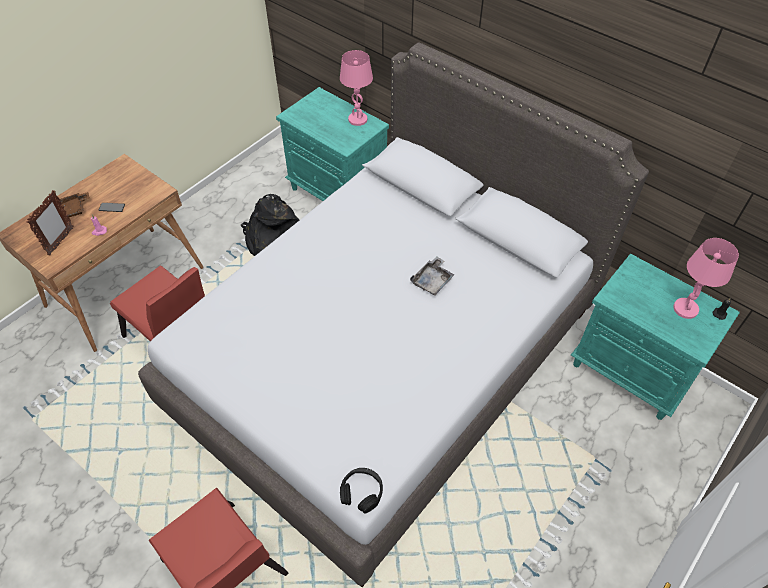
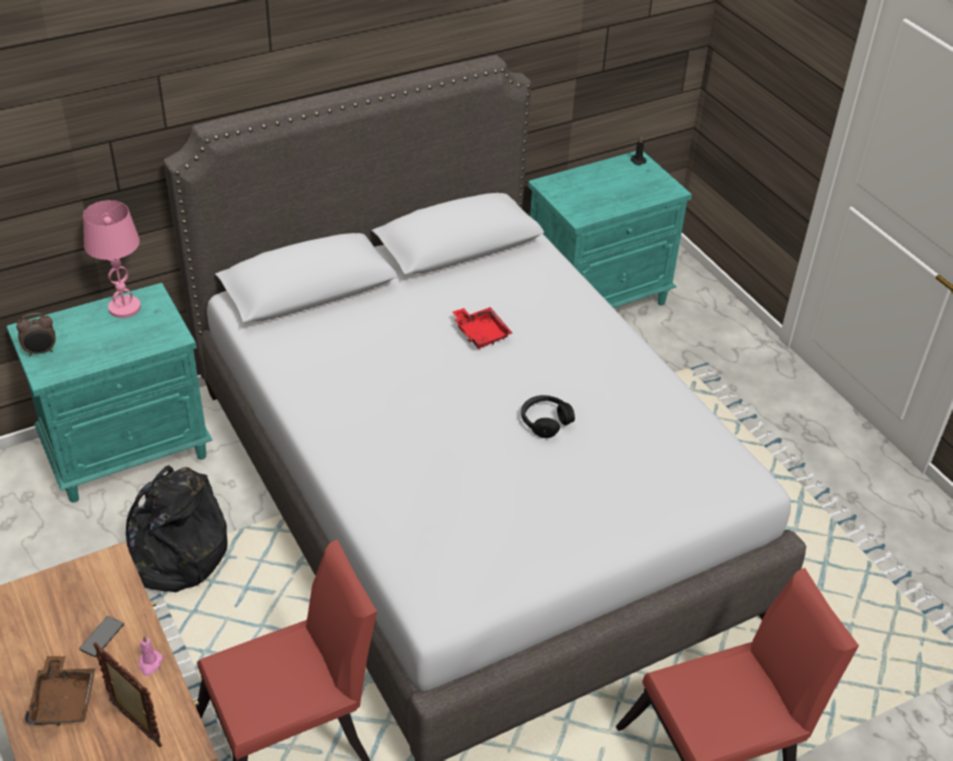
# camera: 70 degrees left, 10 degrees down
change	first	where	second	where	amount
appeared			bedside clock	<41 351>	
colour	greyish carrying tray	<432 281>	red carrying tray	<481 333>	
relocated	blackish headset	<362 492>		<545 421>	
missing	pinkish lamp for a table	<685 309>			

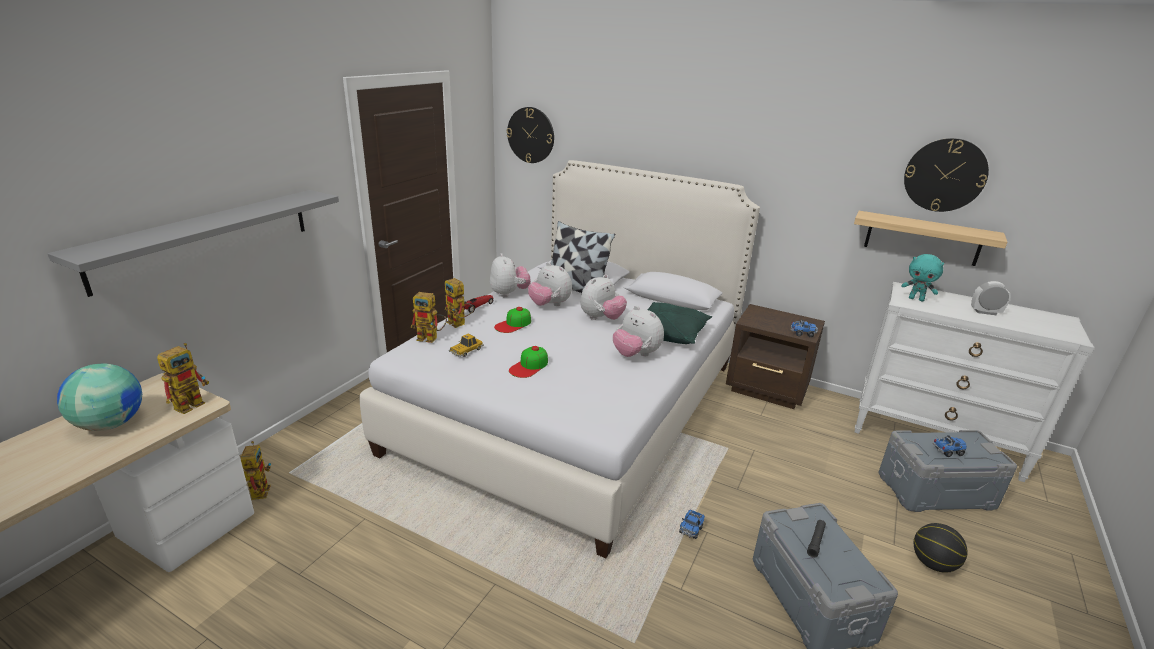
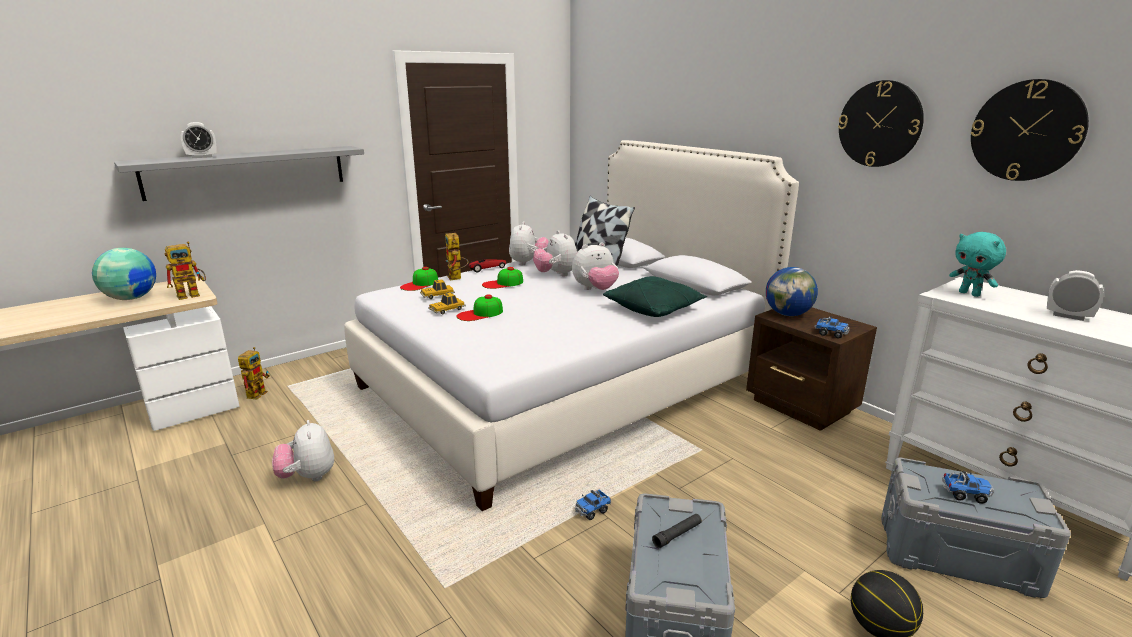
# camera: 25 degrees right, 5 degrees down
change	first	where	second	where	amount
appeared			bedside clock	<202 157>	
relocated	plush toy	<636 355>		<308 477>	
exchanged	toy robot	<431 338>	baseball cap	<420 284>	
appeared			miniature car	<447 310>	
appeared			world globe	<788 314>	
relocated	wall clock	<531 135>		<879 124>	
missing	wall shelf	<922 238>			

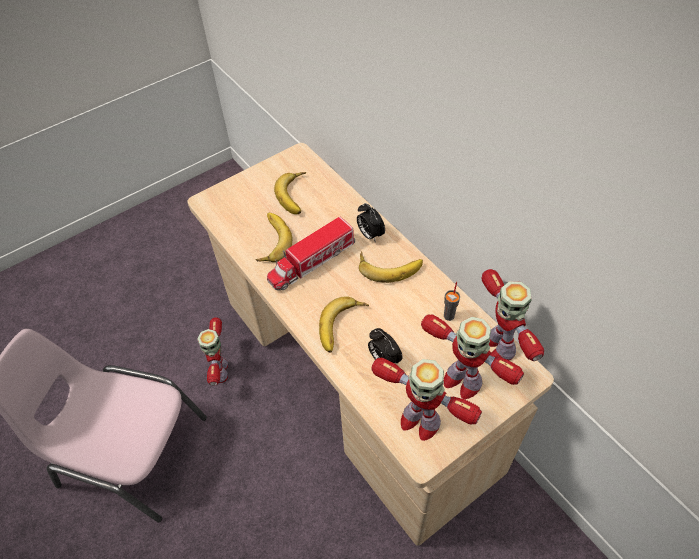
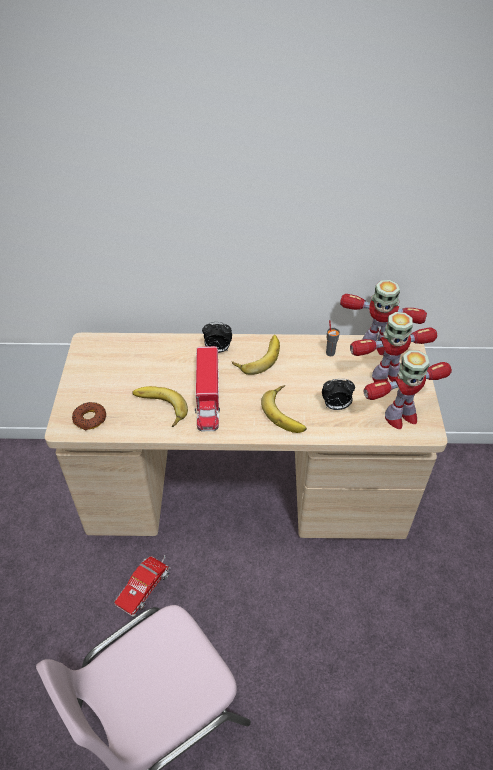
# camera: 55 degrees left, 5 degrees down
change	first	where	second	where	amount
appeared			donut	<90 419>	
exchanged	toy robot	<220 371>	toy lorry	<145 586>	
missing	whole banana	<296 195>			

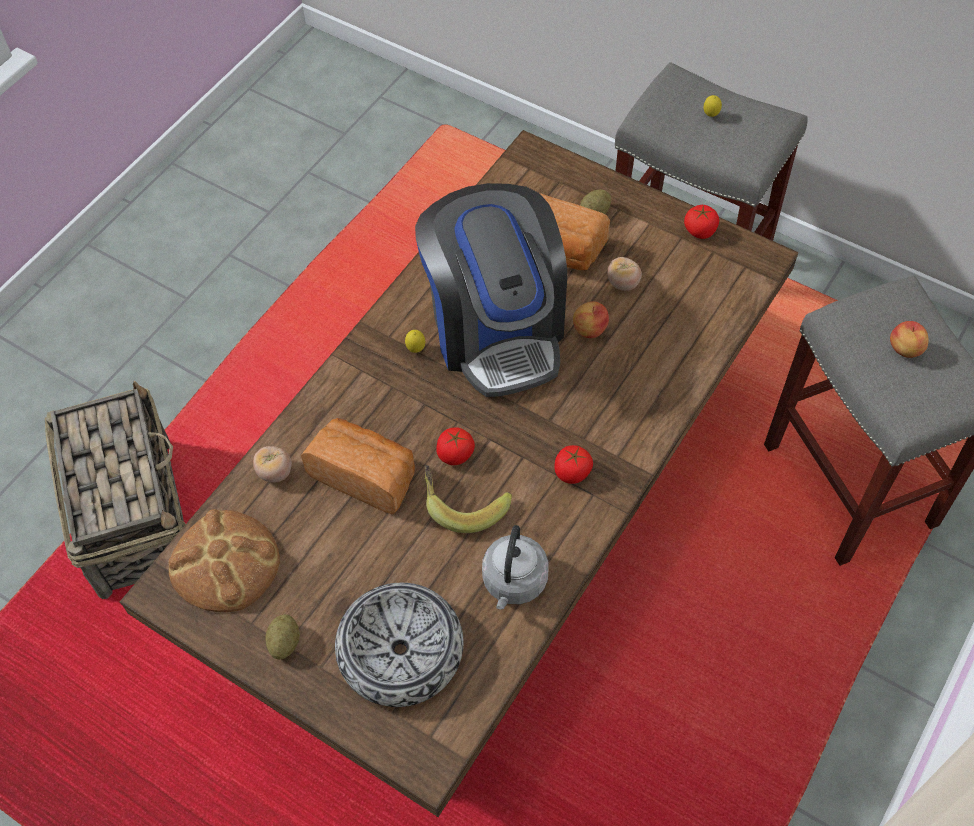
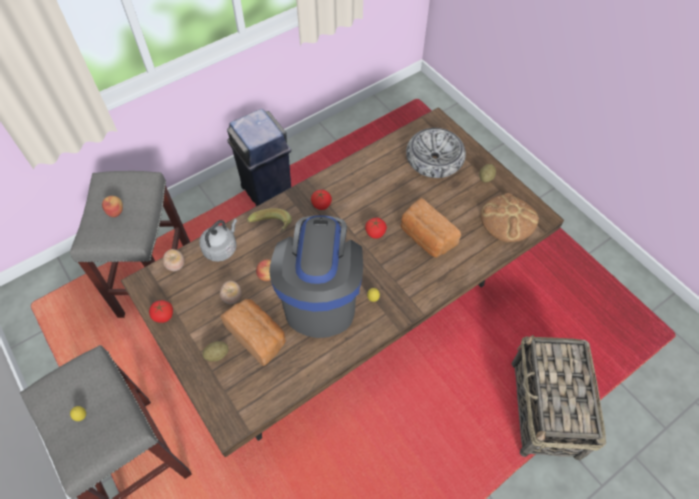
# camera: 160 degrees left, 0 degrees up
change	first	where	second	where	amount
relocated	whole tomato	<275 472>		<176 265>	
relocated	greyish kettle	<514 583>		<221 248>	
appeared			bluish trash can	<267 191>	
relocated	whole banana	<464 504>		<271 229>	

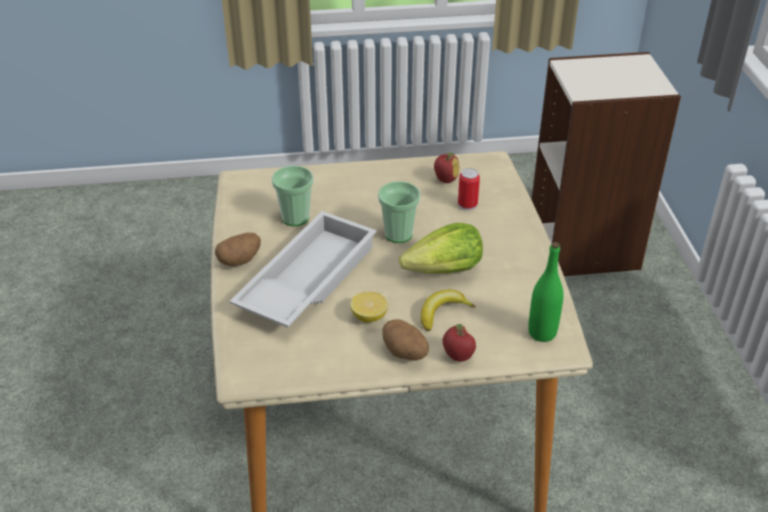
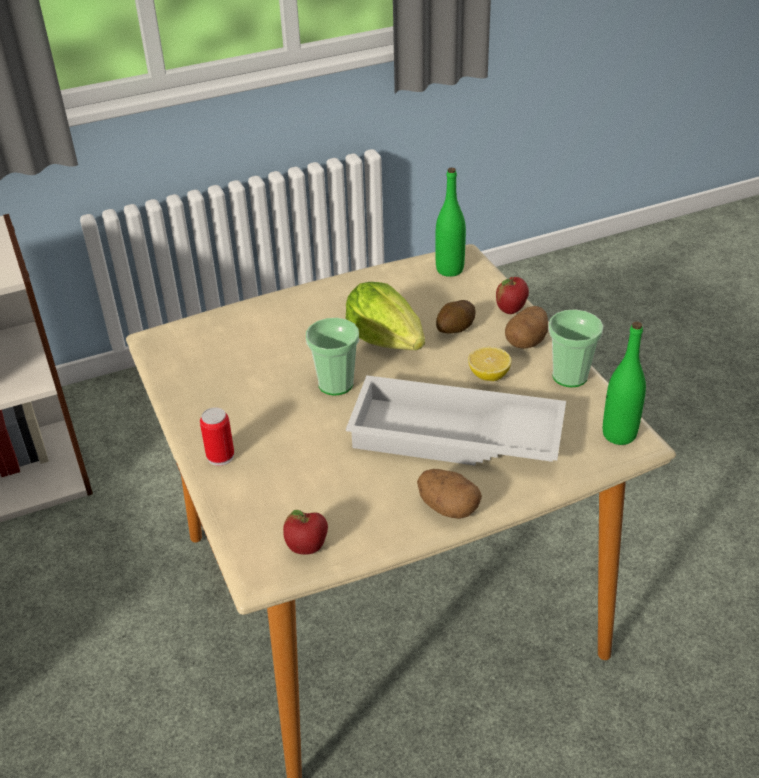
# camera: 105 degrees left, 0 degrees up
change	first	where	second	where	amount
relocated	metal can	<467 205>		<220 456>	
relocated	apple fruit	<445 180>		<307 549>	
exchanged	whole banana	<442 313>	spud	<455 329>	
relocated	cup	<295 218>		<570 376>	
appeared			greenish bottle	<619 434>	

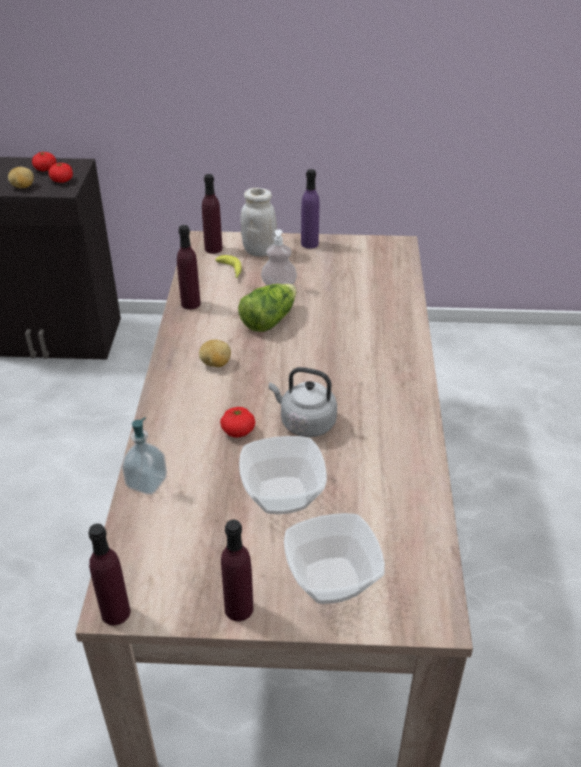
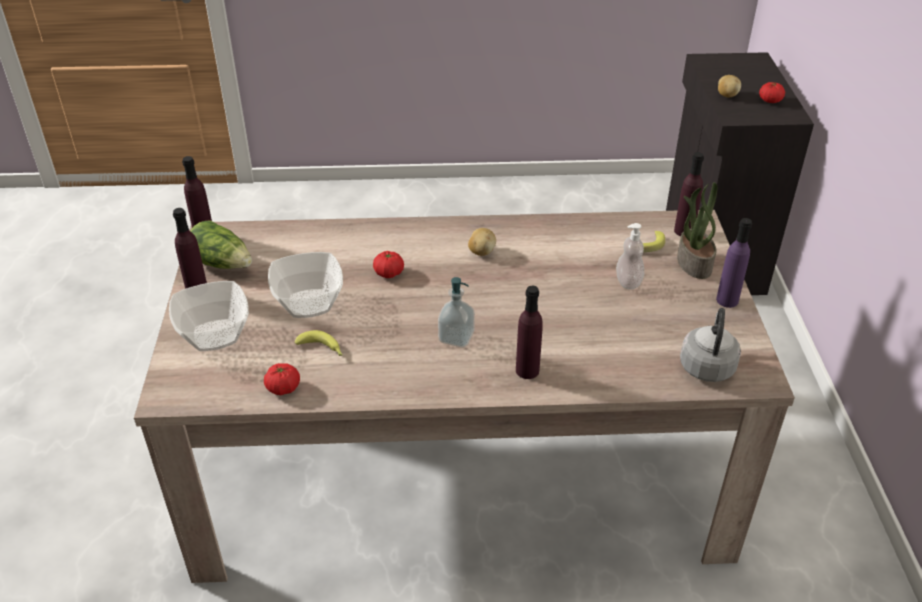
# camera: 85 degrees right, 0 degrees up
change	first	where	second	where	amount
relocated	lettuce head	<268 320>		<223 263>	
relocated	whole tomato	<62 180>		<283 388>	
appeared			whole banana	<322 349>	
relocated	soap bottle	<146 482>		<456 337>	
relocated	purplish bottle	<190 303>		<527 370>	
exchanged	whitish storage jar	<259 251>	houseplant	<693 263>	
relocated	greyish kettle	<305 423>		<707 365>	

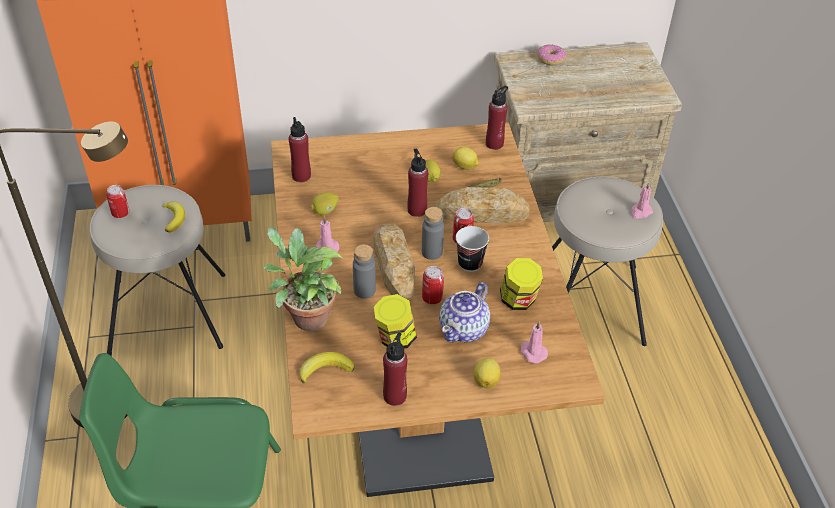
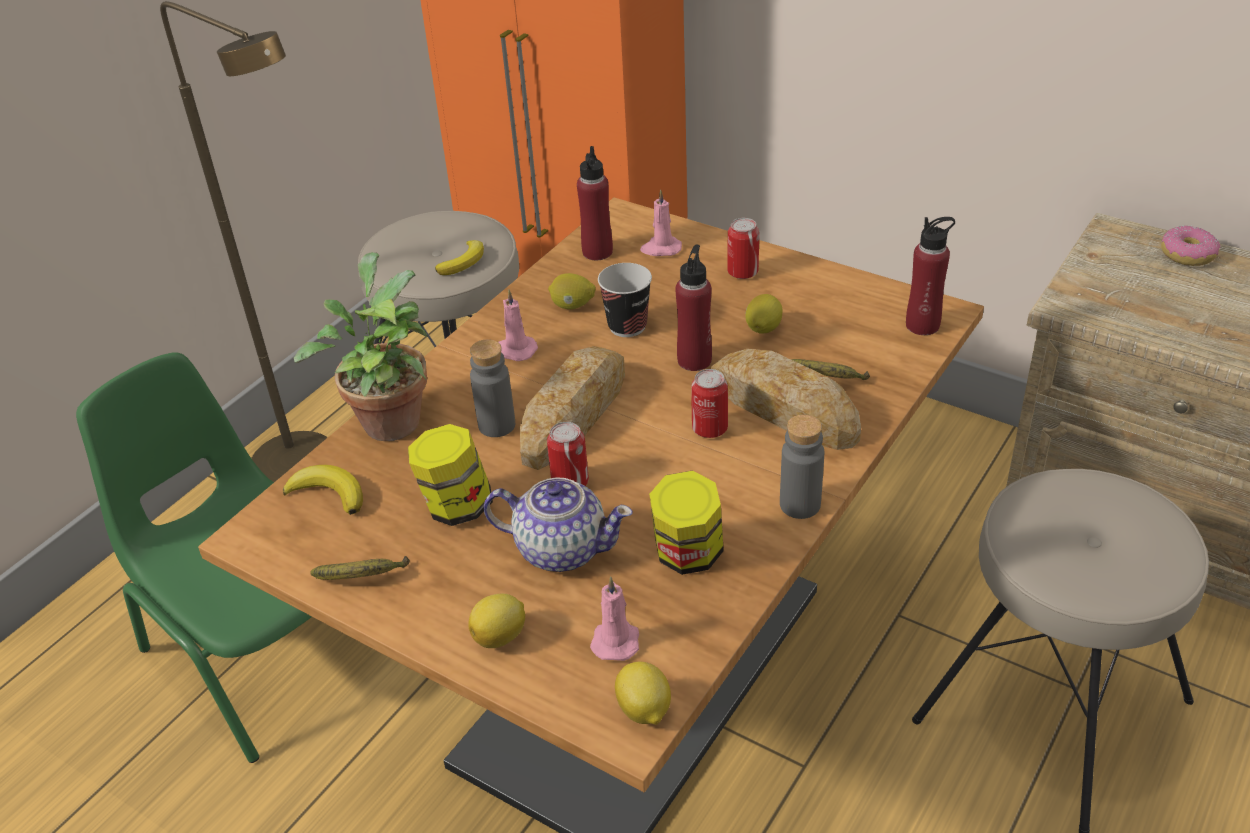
# camera: 45 degrees right, 5 degrees down
change	first	where	second	where	amount
exchanged	red bottle	<395 396>	whole banana	<362 578>	
spun	pot for tea	<464 329>		<560 548>	150 degrees counterclockwise
relocated	cup	<470 263>		<627 326>	
relocated	citrus fruit	<465 167>		<644 711>	
relocated	pinkish wax light	<640 212>		<660 249>	
relocated	metal can	<120 213>		<742 272>	
relocated	greyish bottle	<432 252>		<800 504>	

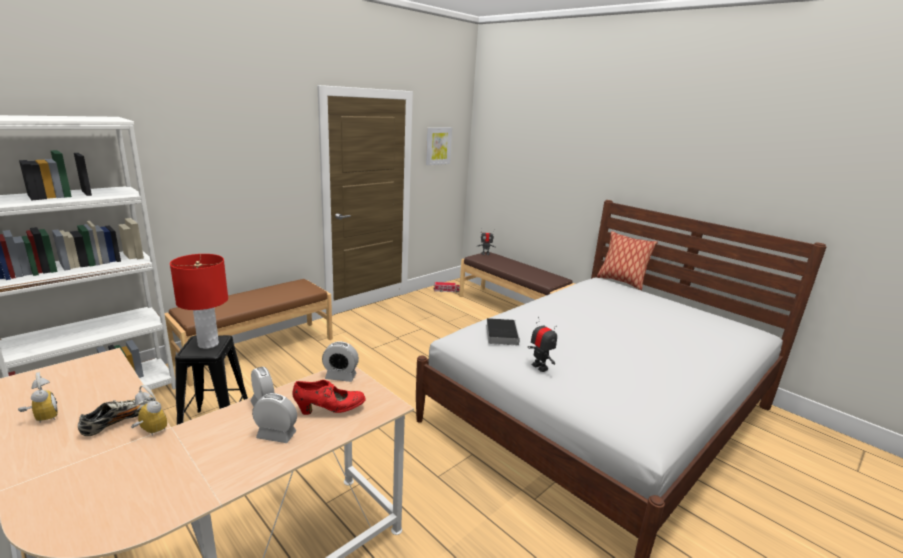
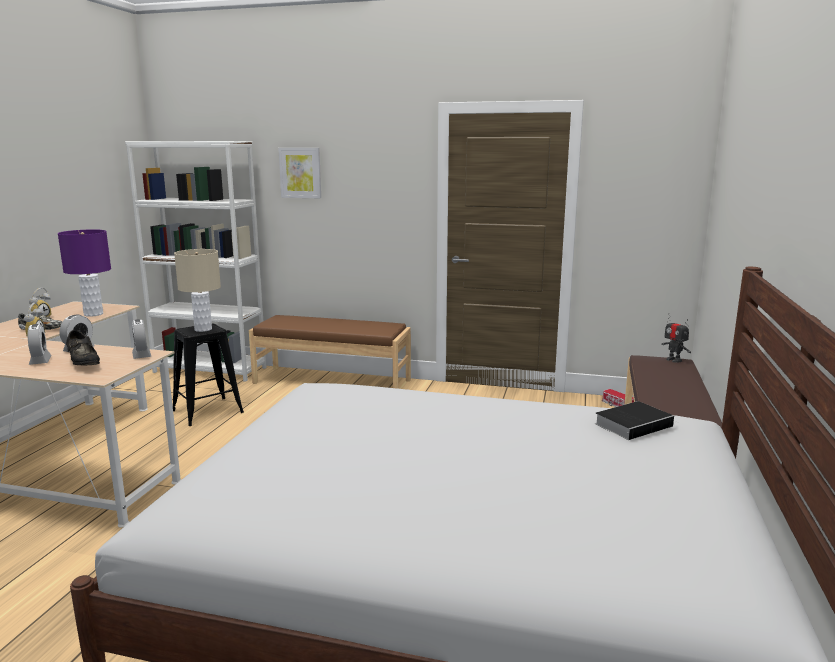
# camera: 60 degrees right, 5 degrees down
change	first	where	second	where	amount
appeared			purplish lamp for a table	<93 314>	
colour	red low shoe	<330 410>	blackish low shoe	<84 364>	
colour	red lamp for a table	<208 344>	beige-coloured lamp for a table	<203 329>	
relocated	wall art	<438 145>		<300 173>	
relocated	book	<501 334>		<634 424>	
missing	toy robot	<539 367>			
missing	pillow	<621 281>			

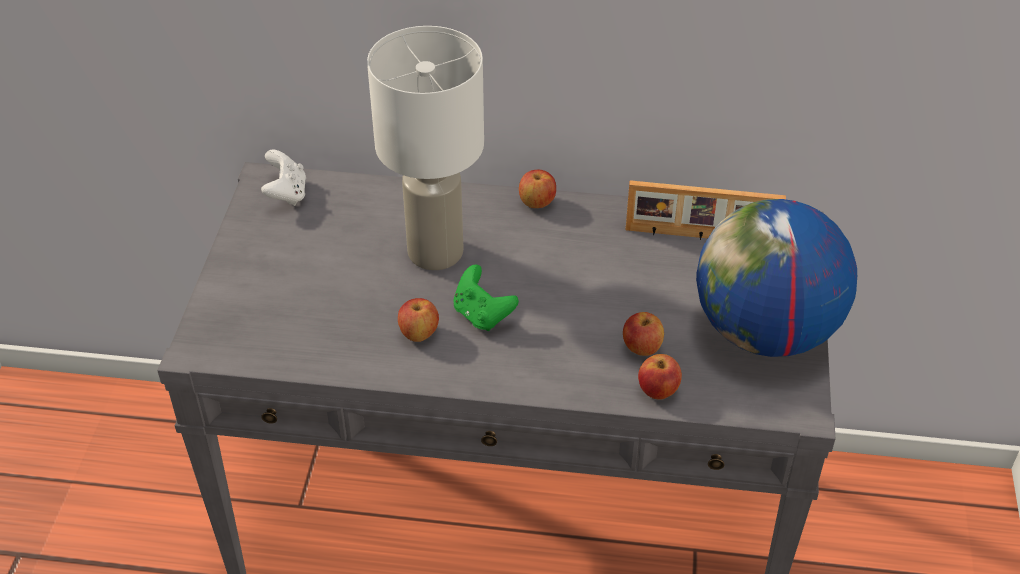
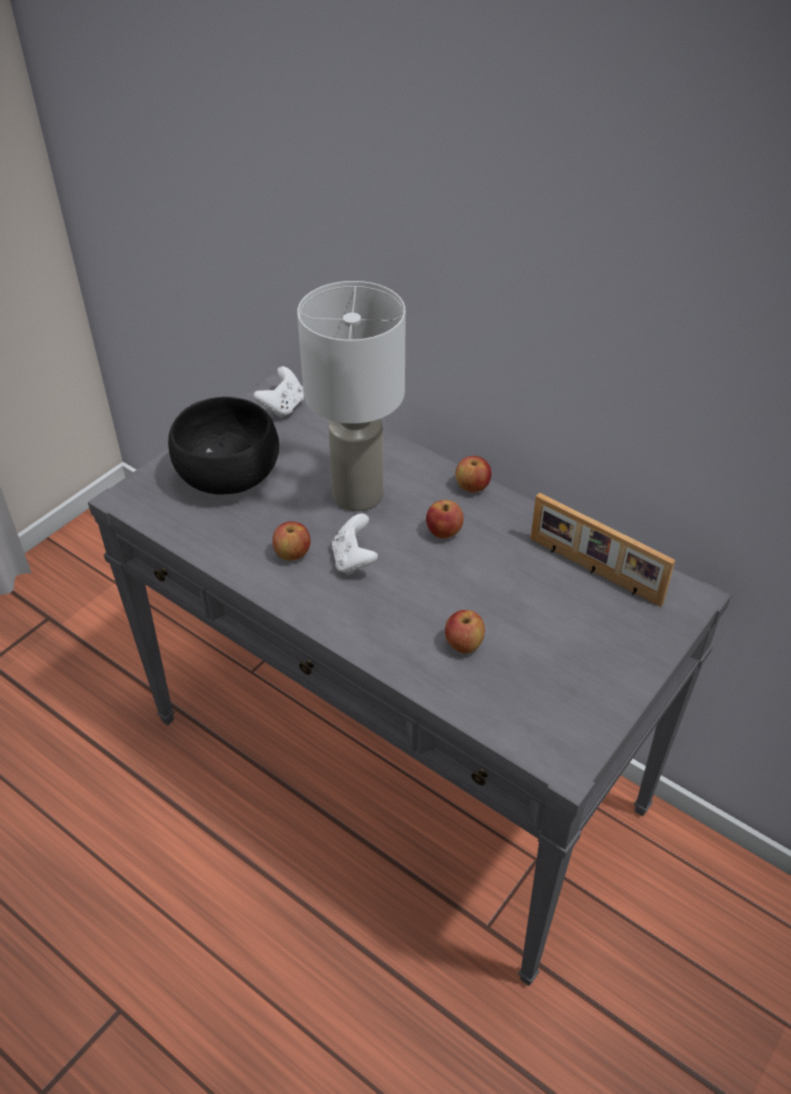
# camera: 30 degrees right, 0 degrees up
change	first	where	second	where	amount
appeared			blackish serving bowl	<229 476>	
colour	greenish gamepad	<482 315>	whitish gamepad	<353 560>	
relocated	apple fruit	<658 391>		<444 532>	
missing	world globe	<765 332>			

